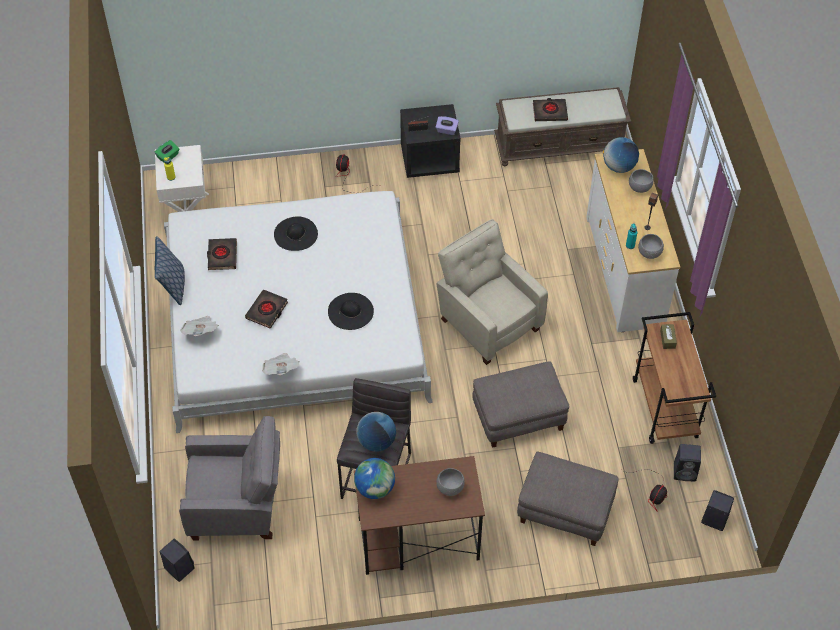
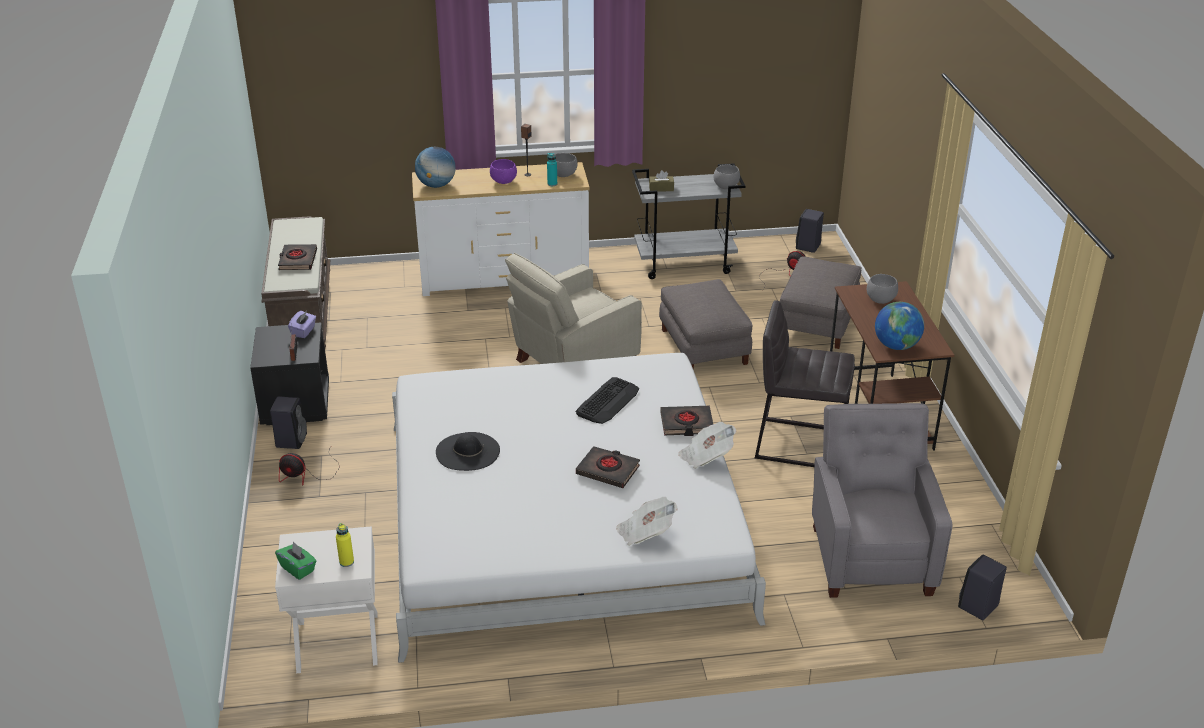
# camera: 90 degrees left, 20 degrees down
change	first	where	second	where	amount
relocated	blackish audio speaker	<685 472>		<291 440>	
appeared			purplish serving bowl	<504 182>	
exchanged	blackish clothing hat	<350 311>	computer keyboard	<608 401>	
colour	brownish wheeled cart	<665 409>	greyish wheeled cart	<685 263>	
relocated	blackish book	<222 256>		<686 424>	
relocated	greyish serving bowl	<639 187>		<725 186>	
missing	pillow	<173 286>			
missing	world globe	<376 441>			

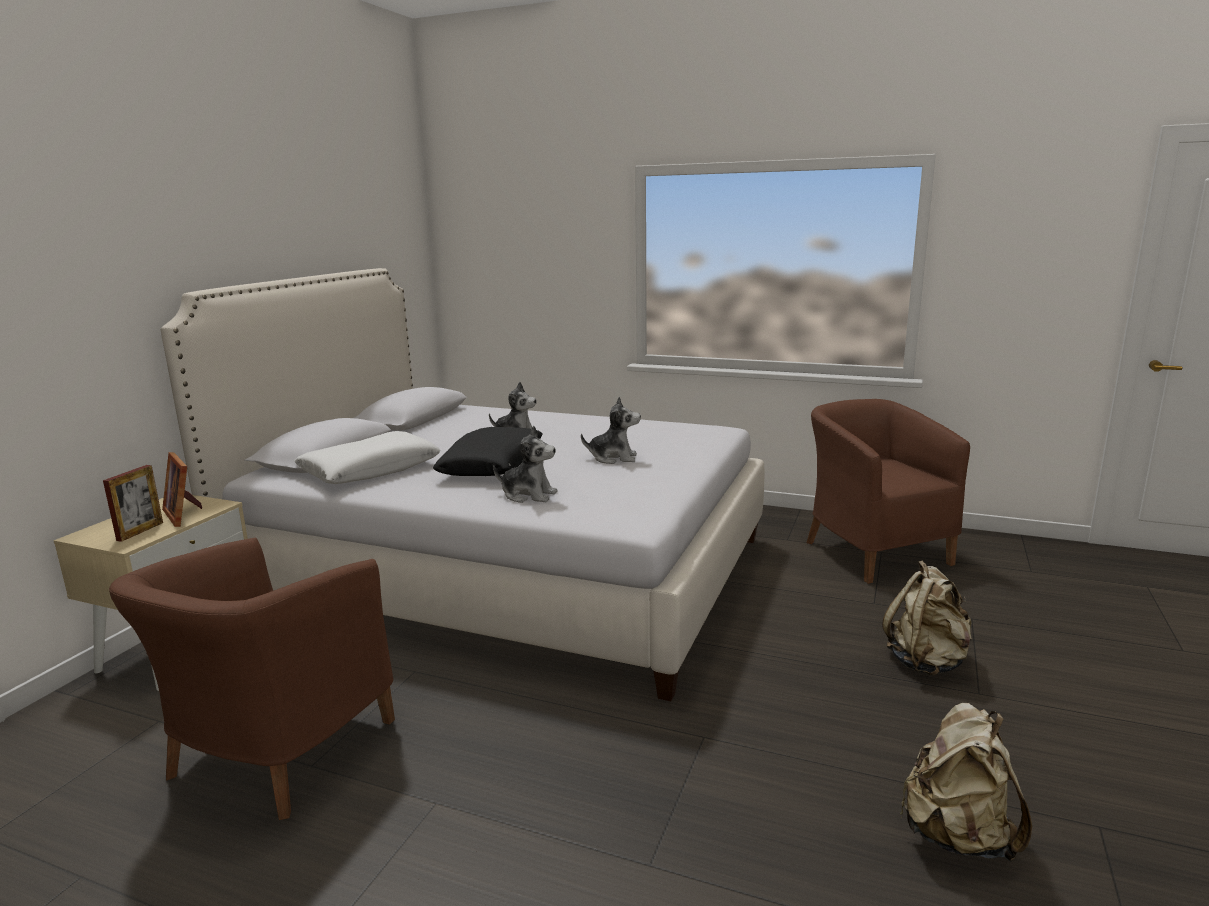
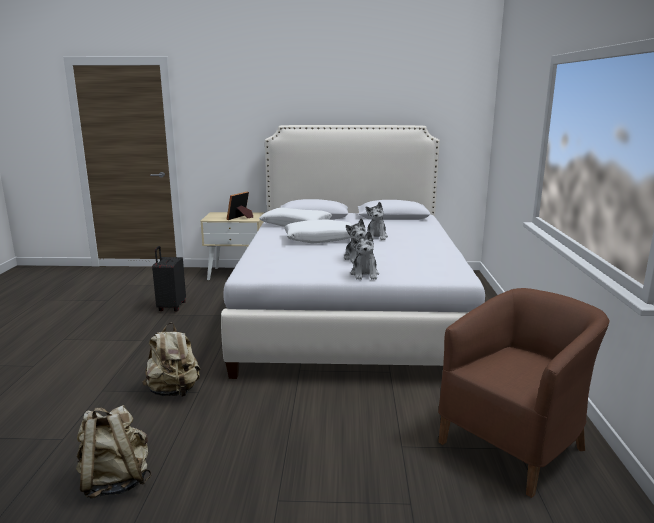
# camera: 70 degrees right, 0 degrees up
change	first	where	second	where	amount
relocated	beige-coloured backpack	<927 662>		<174 391>	
exchanged	brownish easy chair	<276 753>	blackish piece of luggage	<171 307>	
colour	blackish pillow	<492 464>	whitish pillow	<320 239>	
relocated	plush toy	<528 495>		<365 274>	
missing	standing frame	<140 531>			

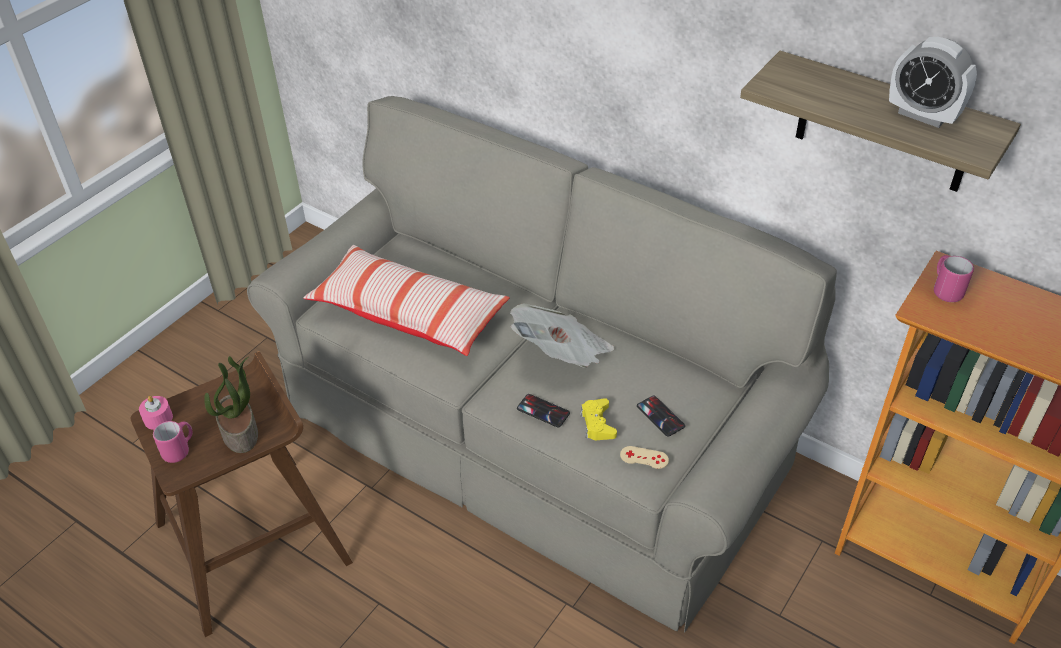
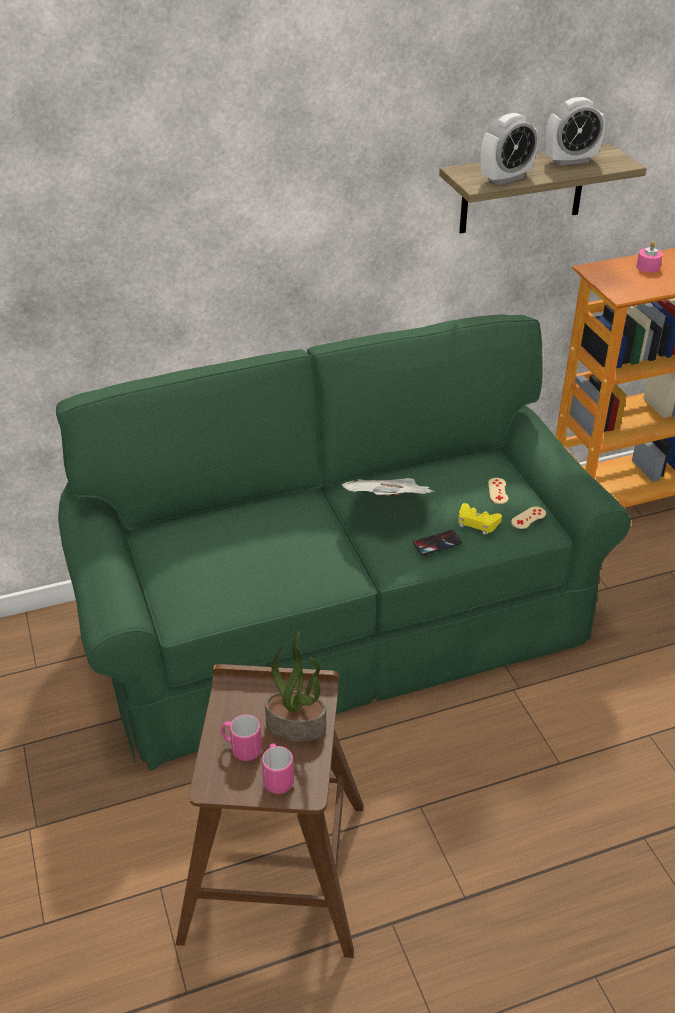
# camera: 55 degrees left, 5 degrees down
change	first	where	second	where	amount
colour	greyish sofa	<533 435>	greenish sofa	<337 623>	
relocated	pinkish tea mug	<945 290>		<241 748>	
appeared			bedside clock	<505 178>	
exchanged	handset	<660 416>	beige-coloured gamepad	<498 491>	
relocated	pinkish wax light	<158 418>		<648 267>	
missing	pillow	<409 313>			

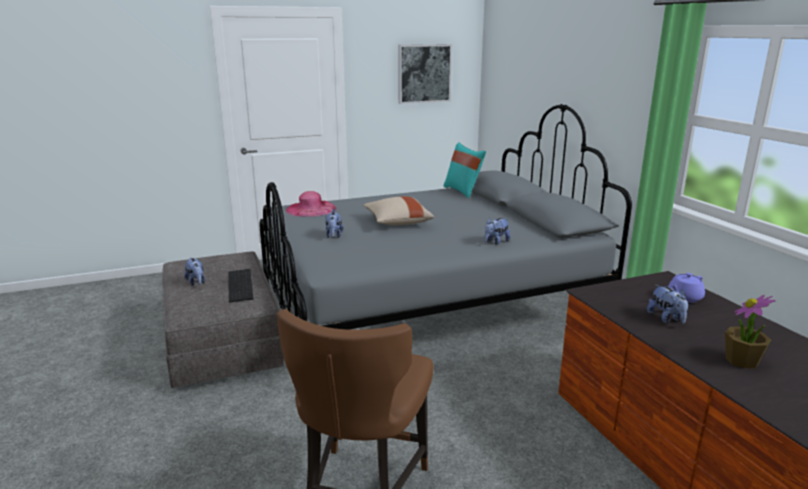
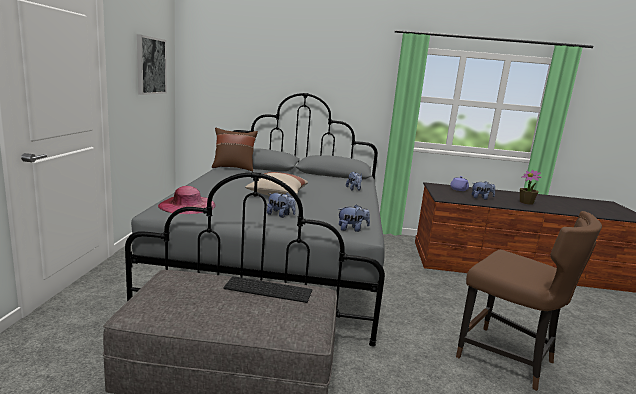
# camera: 65 degrees left, 5 degrees down
change	first	where	second	where	amount
colour	blue-green pillow	<463 191>	brownish pillow	<234 168>	
relocated	plush toy	<196 282>		<352 229>	

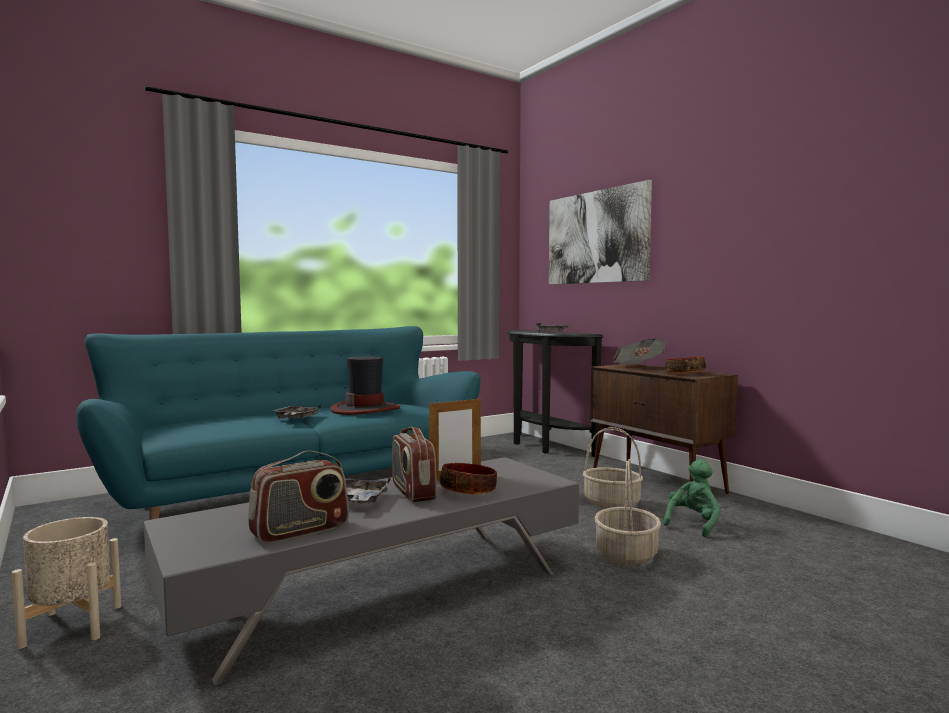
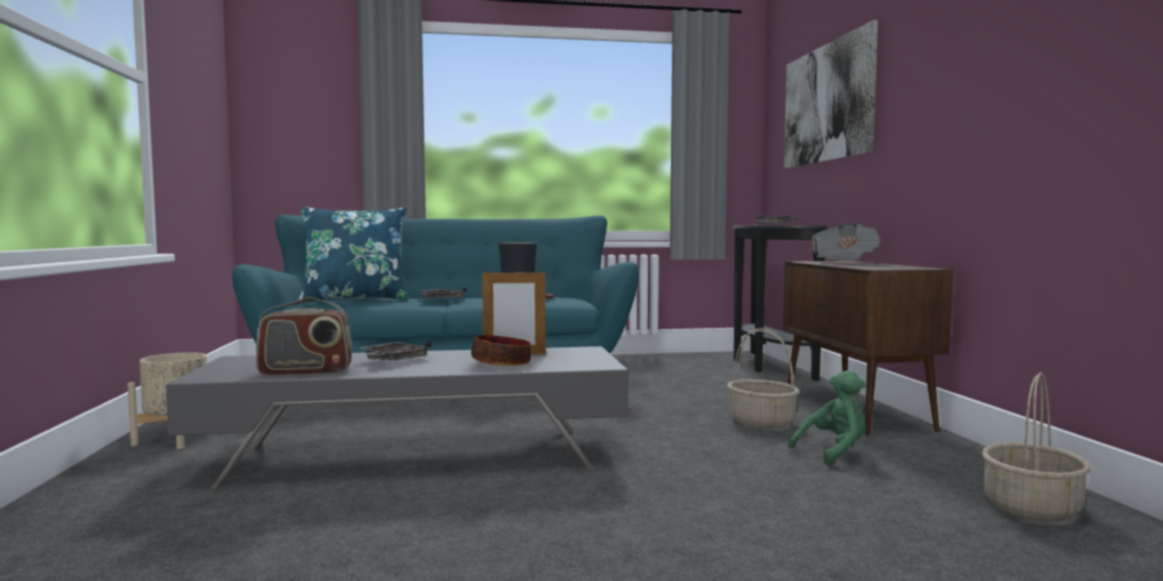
# camera: 25 degrees right, 0 degrees up
change	first	where	second	where	amount
appeared			bluish pillow	<355 300>	
relocated	basket	<627 555>		<1032 508>	
missing	radio	<412 492>			
missing	serving bowl	<684 373>			

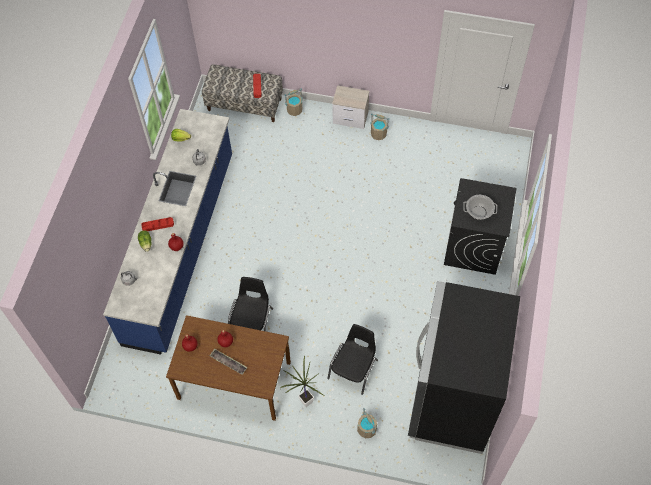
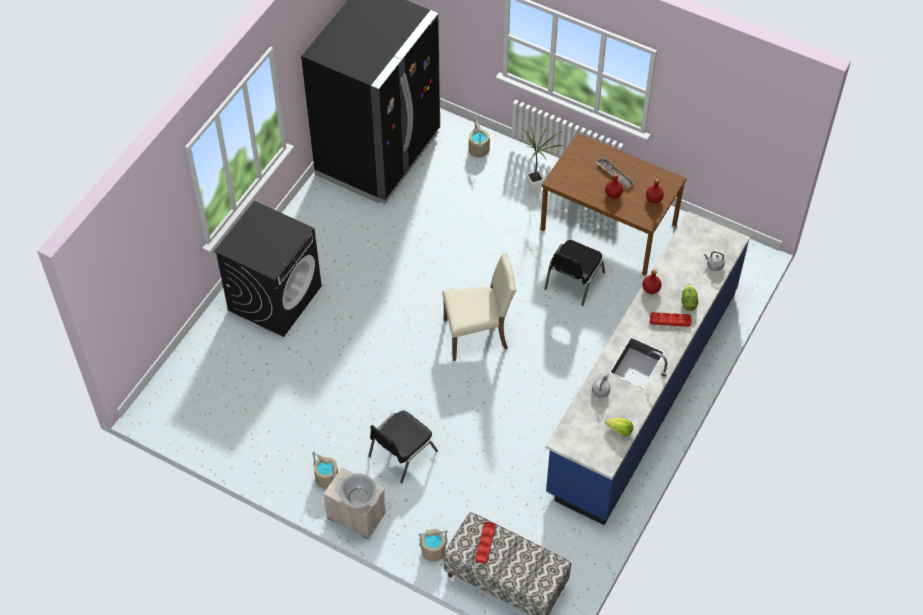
# camera: 165 degrees left, 5 degrees down
change	first	where	second	where	amount
relocated	saucepot	<479 212>		<358 497>	
relocated	blackish chair	<354 369>		<401 454>	
appeared			beige-coloured chair	<477 335>	

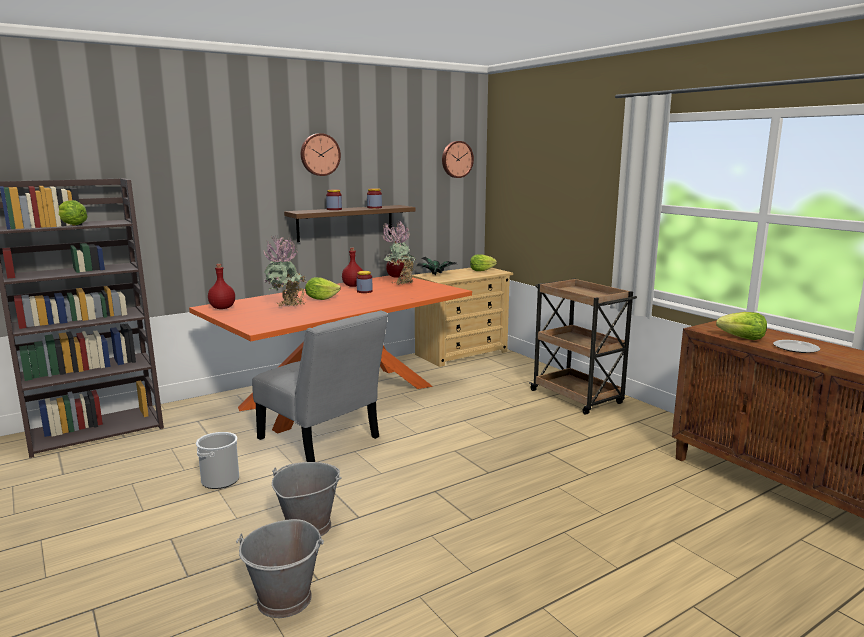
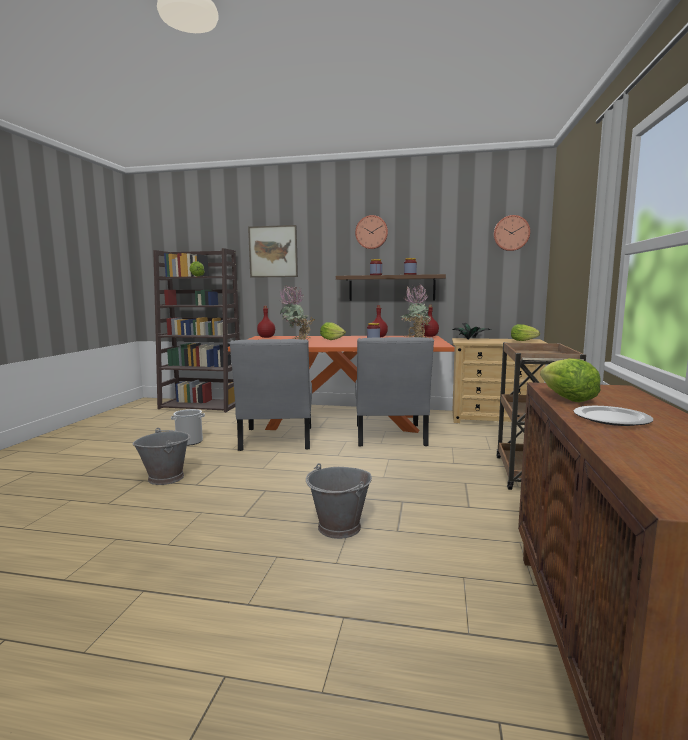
# camera: 45 degrees right, 5 degrees down
change	first	where	second	where	amount
appeared			wall art	<273 251>	
relocated	greyish pail	<285 600>		<339 527>	
appeared			greyish chair	<390 437>	

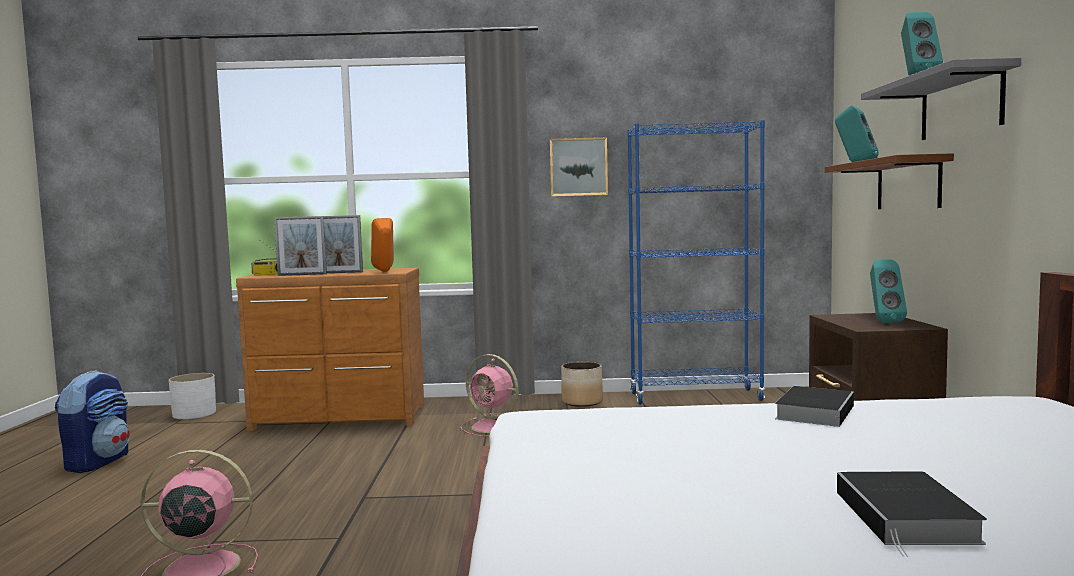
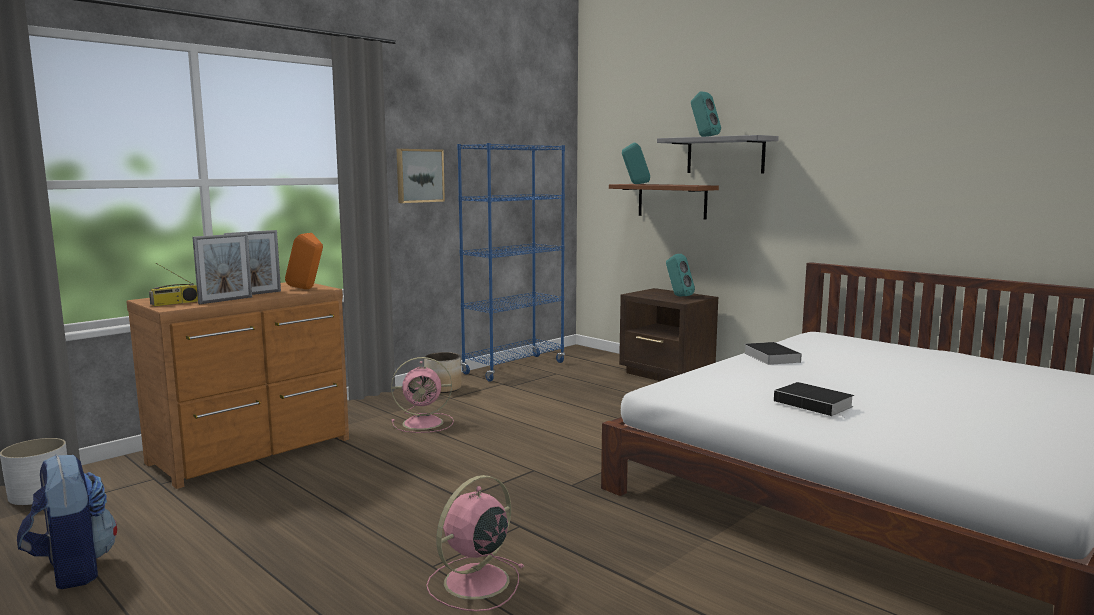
# camera: 45 degrees left, 5 degrees up
change	first	where	second	where	amount
relocated	book	<908 518>		<815 404>	

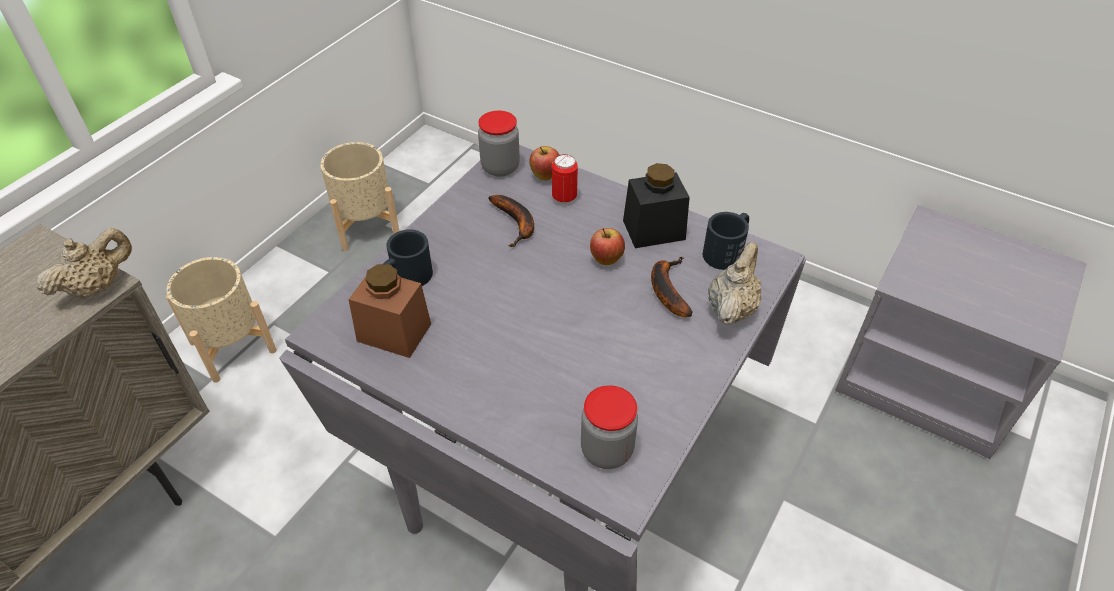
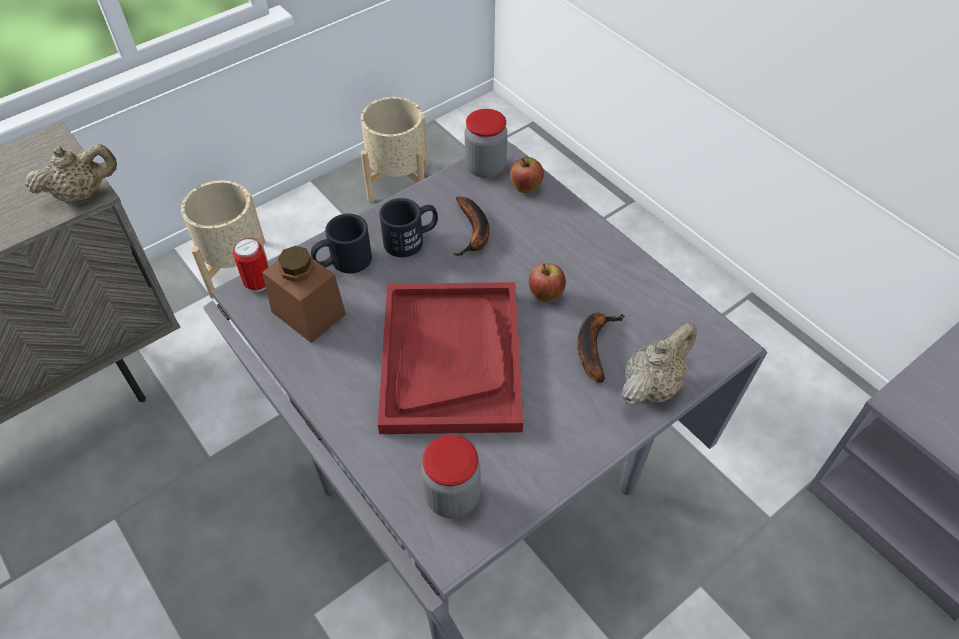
# camera: 20 degrees right, 5 degrees up
change	first	where	second	where	amount
relocated	metal can	<564 198>		<258 283>	
appeared			red carrying tray	<450 358>	
relocated	blackish tea mug	<727 251>		<411 239>	
missing	blackish storage jar	<653 230>			

